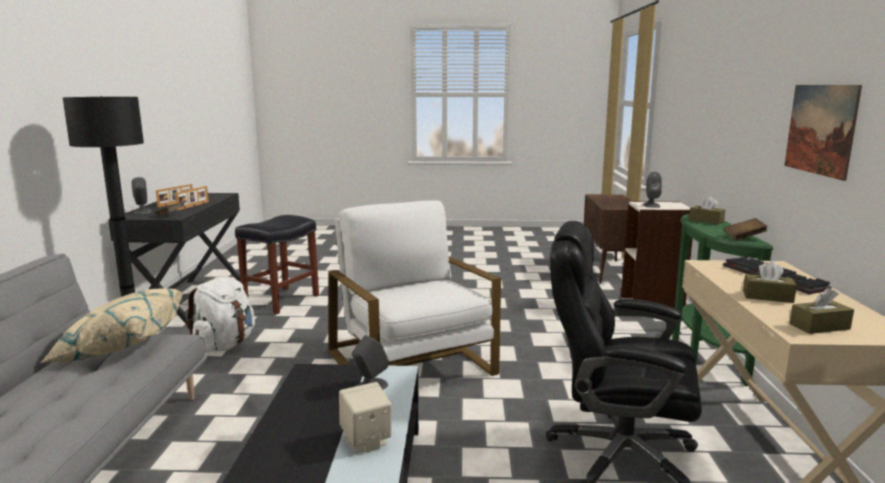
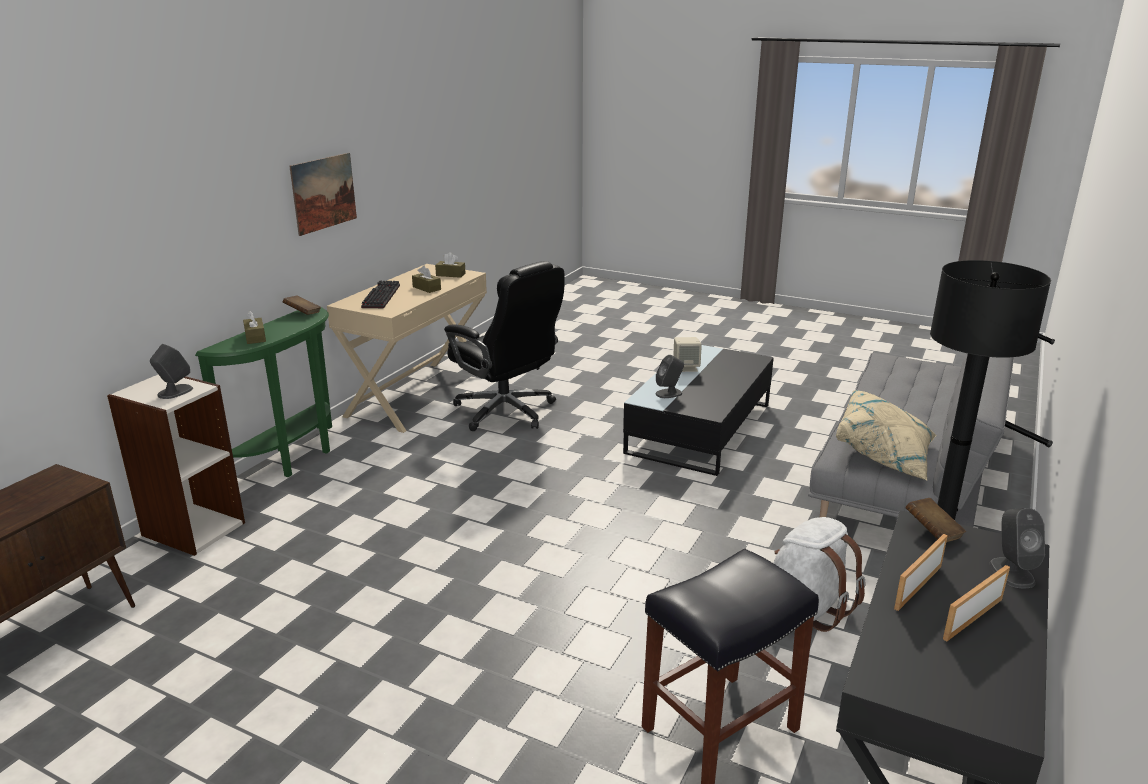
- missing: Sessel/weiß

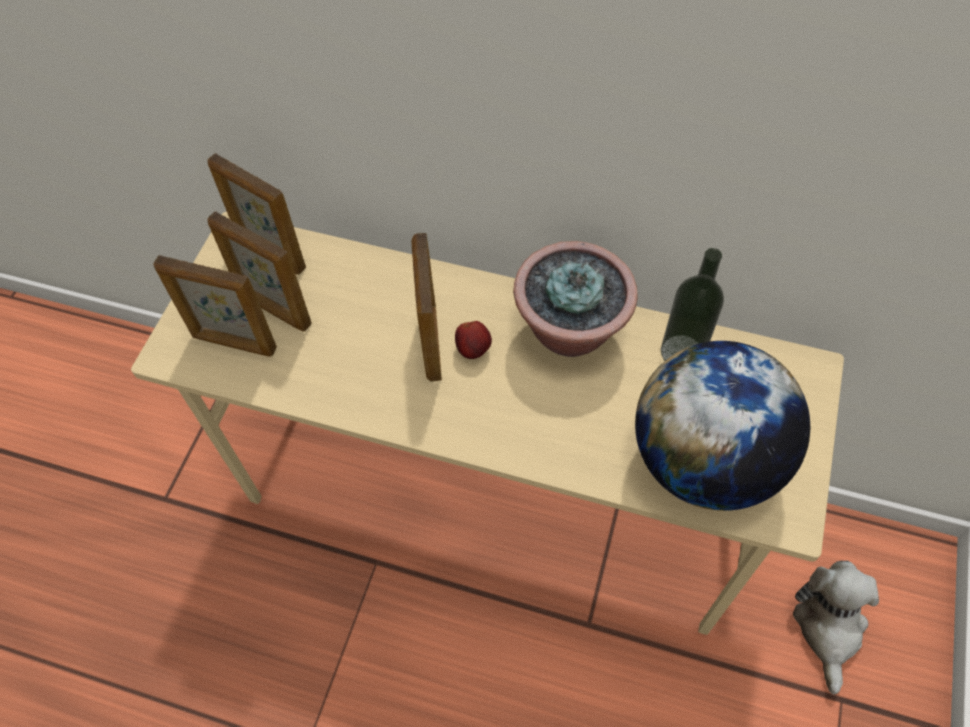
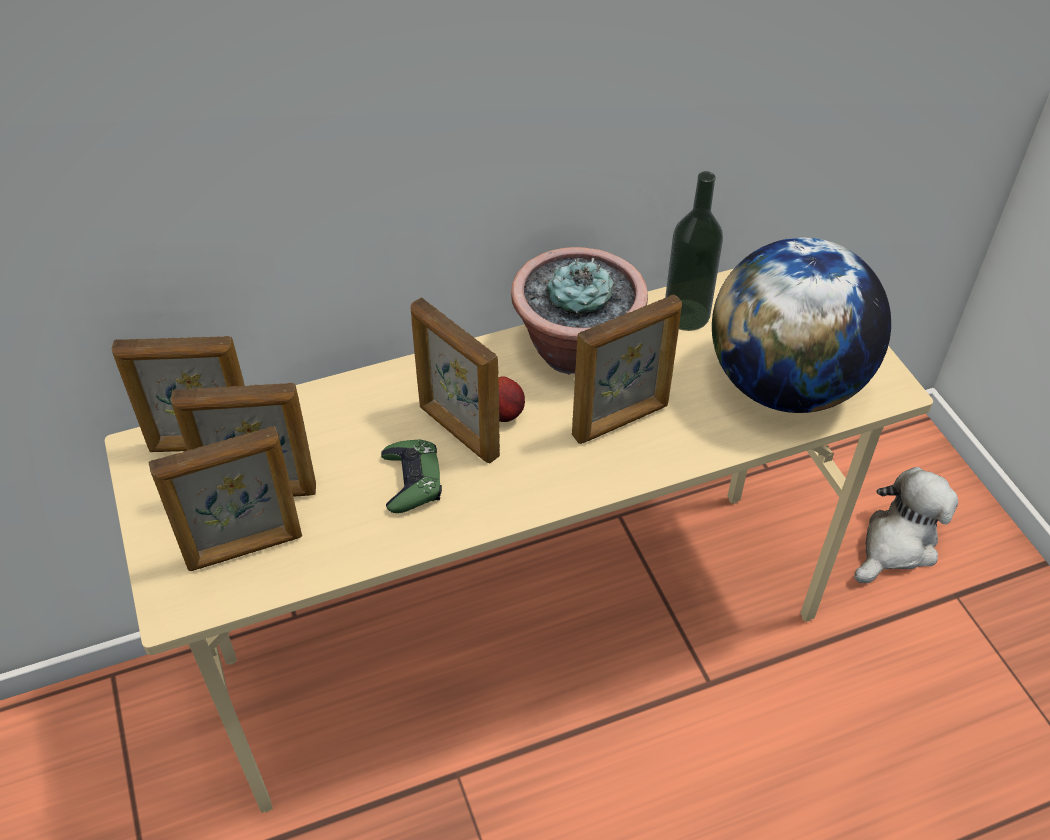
- spun: Plüschtier 75 degrees clockwise
- appeared: Bilderrahmen (no. 5 from left)
- appeared: Gamepad/grün

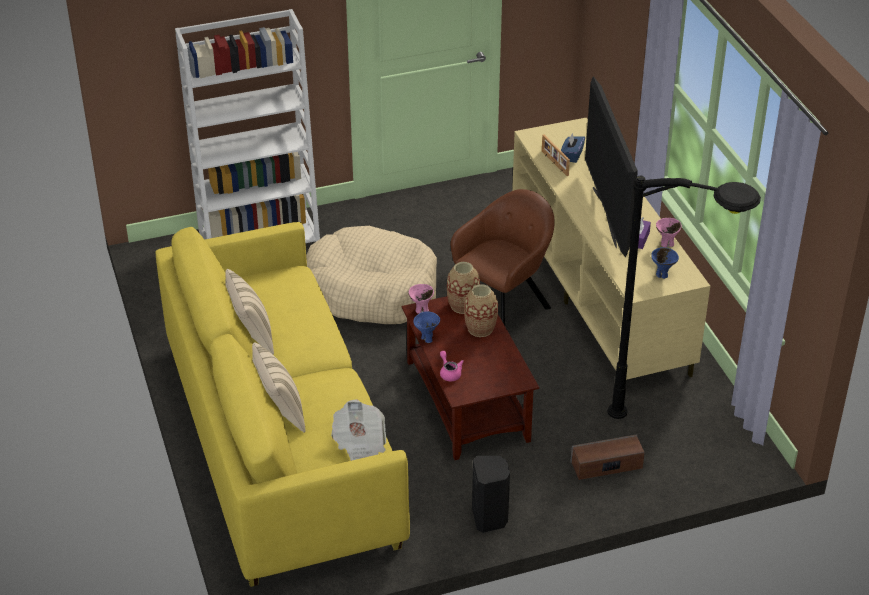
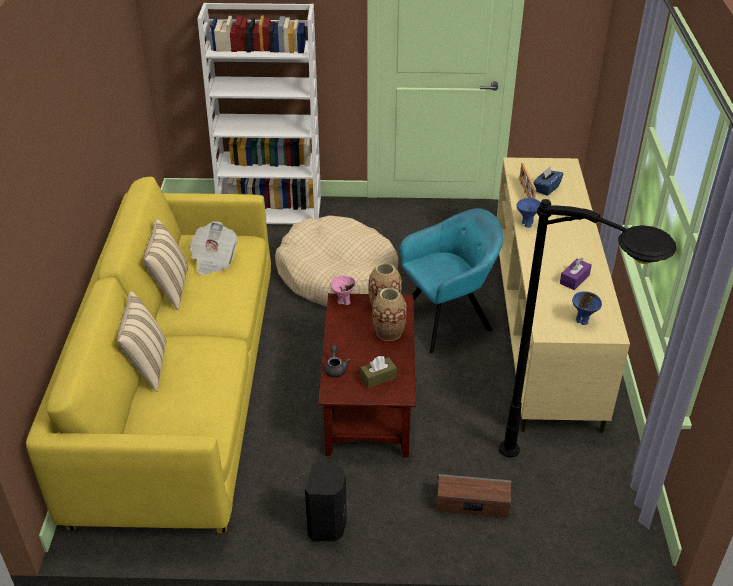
- missing: Fernseher
- colour: Sessel/braun to Sessel/türkis
- missing: Schüssel/rosa (no. 2 from left)
- relocated: Schüssel/blau (no. 1 from left)
- colour: Teekanne/rosa to Teekanne/grau
- relocated: Zeitung
- appeared: Taschentuchbox/braun

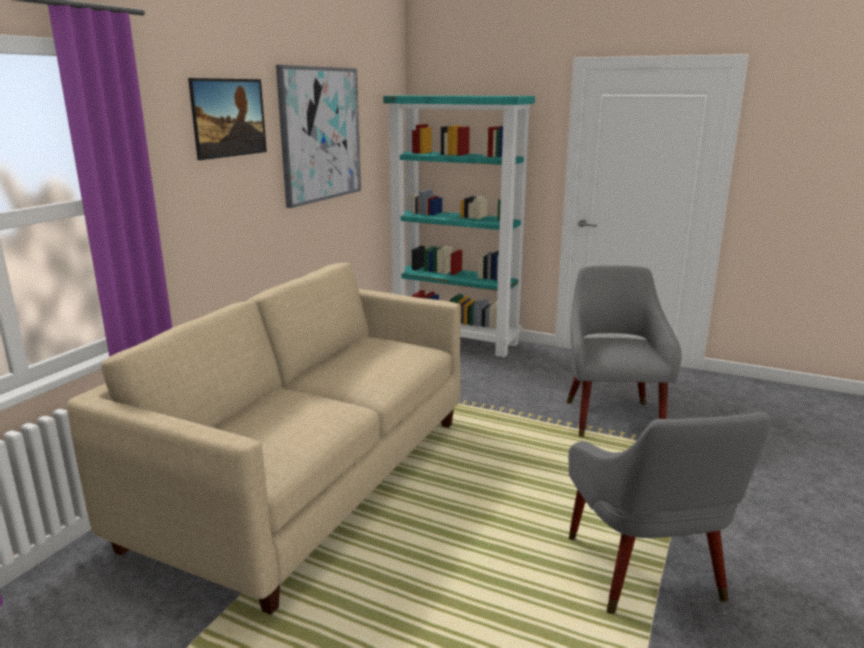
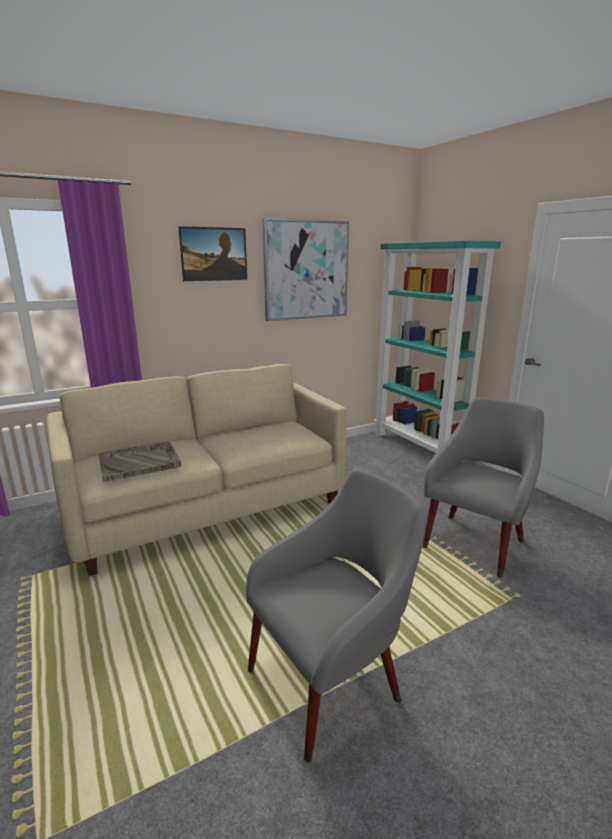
- spun: Sessel/grau (no. 2 from left in the first image) 150 degrees counterclockwise
- appeared: Tablett/grau

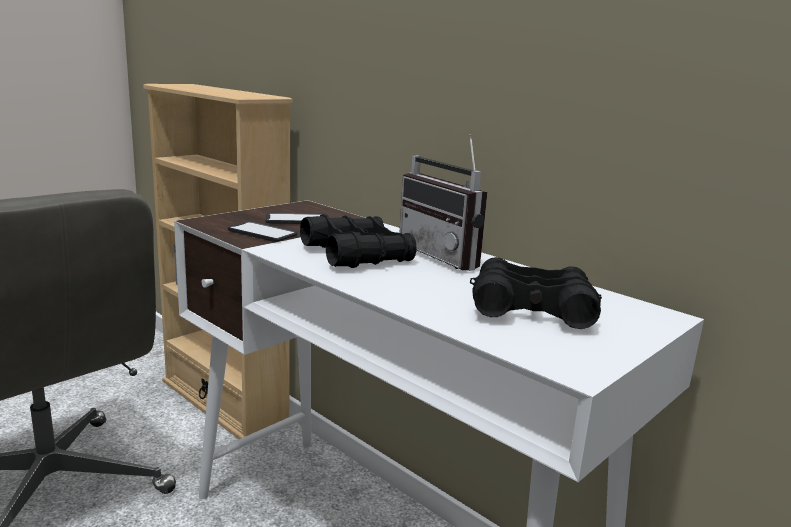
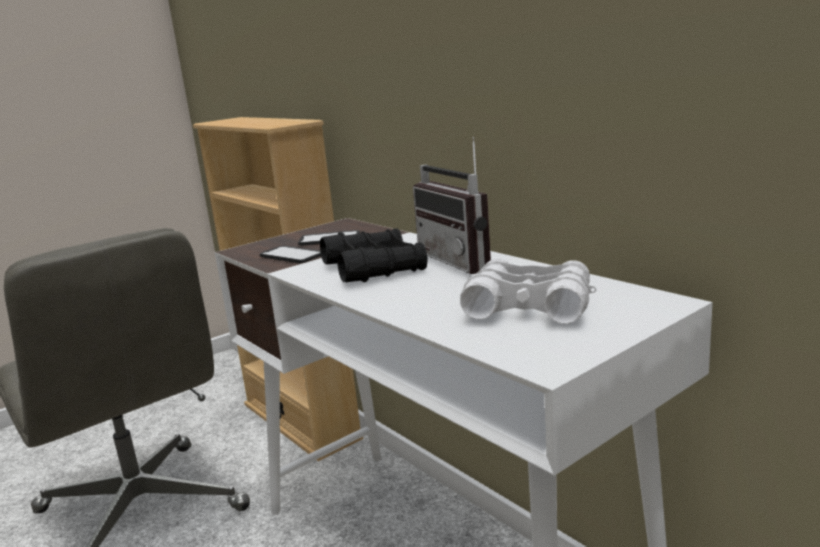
- colour: Fernglas/schwarz (no. 2 from left) to Fernglas/weiß

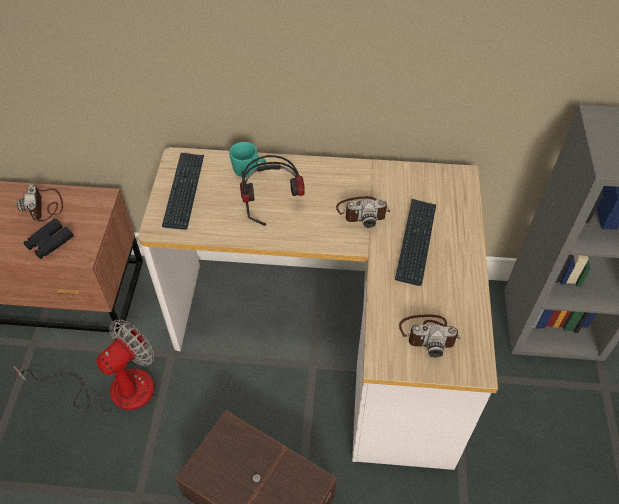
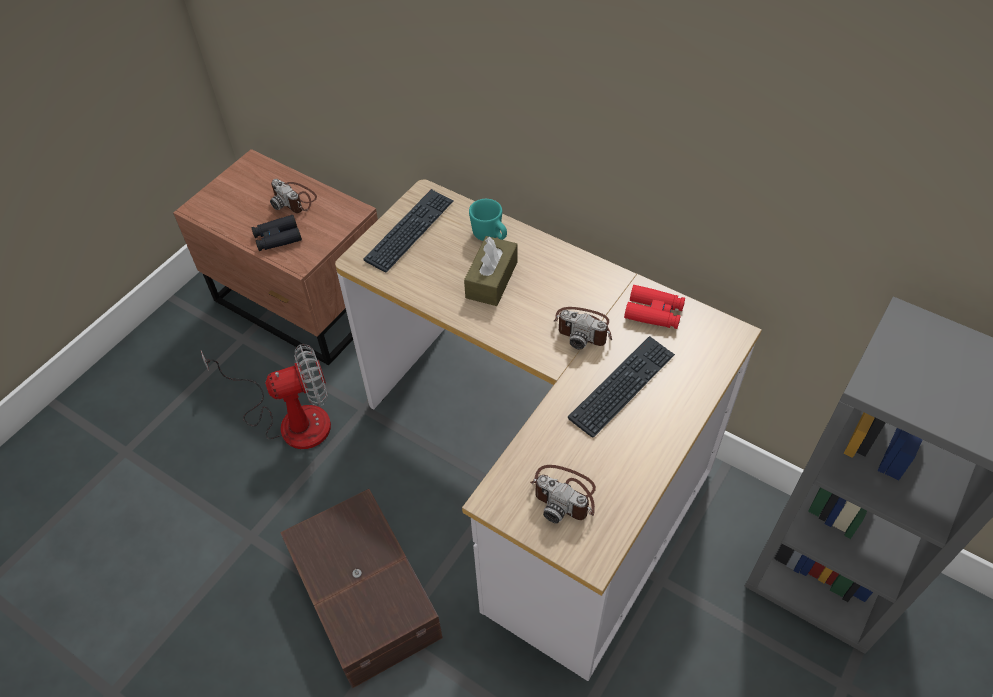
- exchanged: Kopfhörer to Taschentuchbox/braun
- spun: Kamera (no. 1 from left) 60 degrees counterclockwise
- appeared: Fernglas/rot

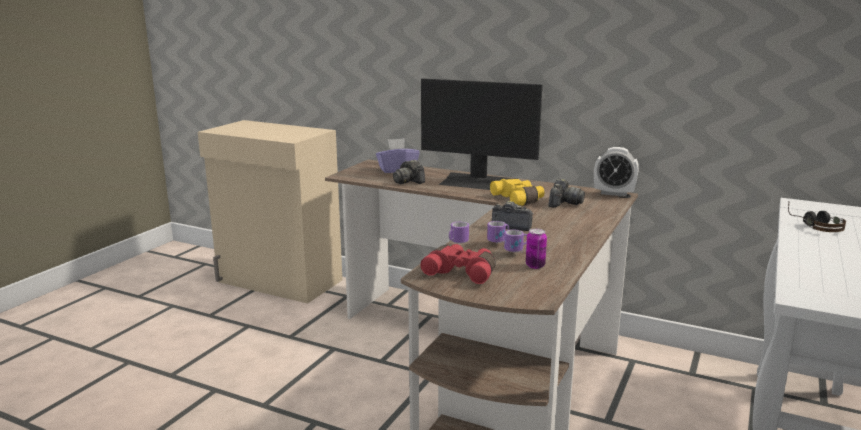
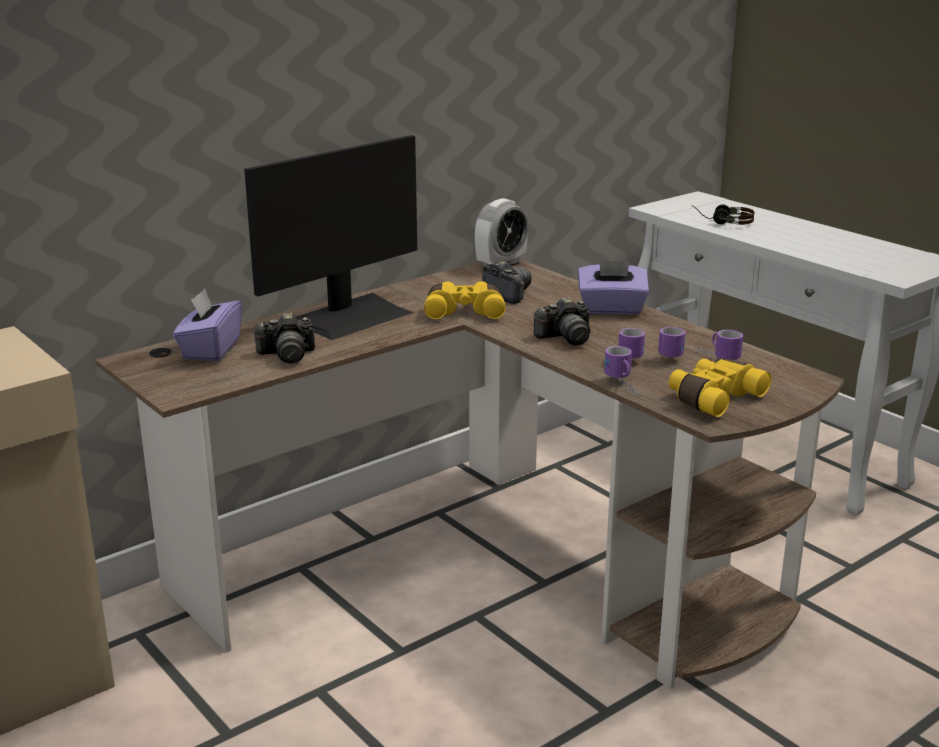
- spun: Kamera (no. 2 from left in the first image) 150 degrees counterclockwise
- exchanged: Dose to Henkelbecher (no. 4 from left)
- colour: Fernglas/rot to Fernglas/gelb (no. 2 from left)
- appeared: Taschentuchbox/lila (no. 2 from left)

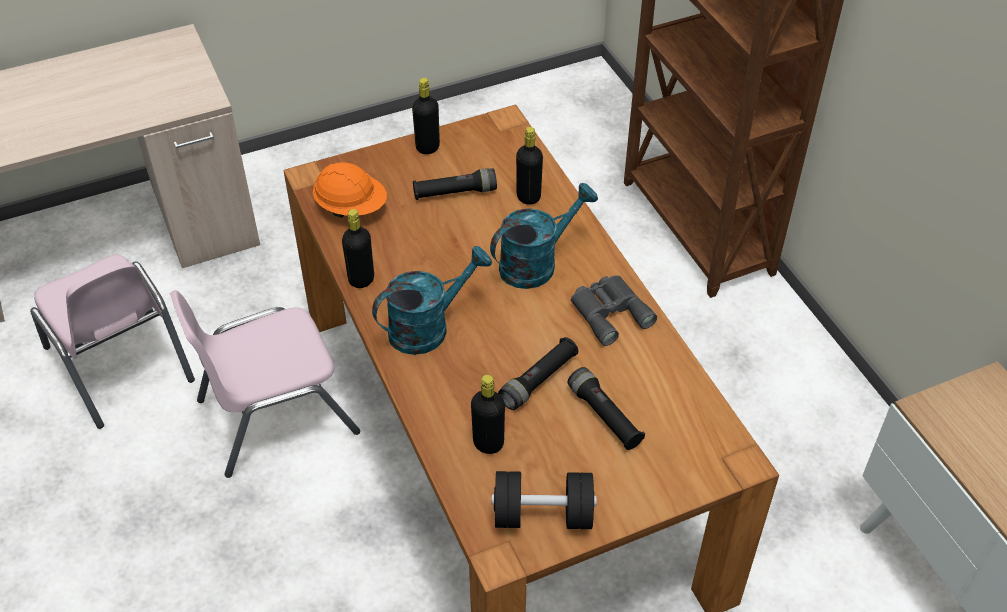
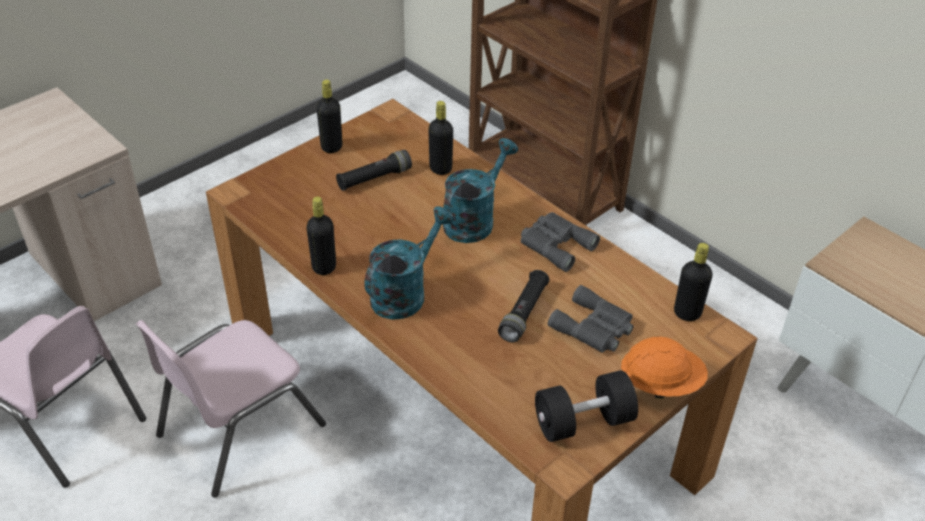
- relocated: Schutzhelm/orange
- exchanged: Taschenlampe/schwarz (no. 3 from left) to Fernglas/grau (no. 2 from left)
- relocated: Flasche/schwarz (no. 3 from left in the first image) to Flasche/schwarz (no. 4 from left)

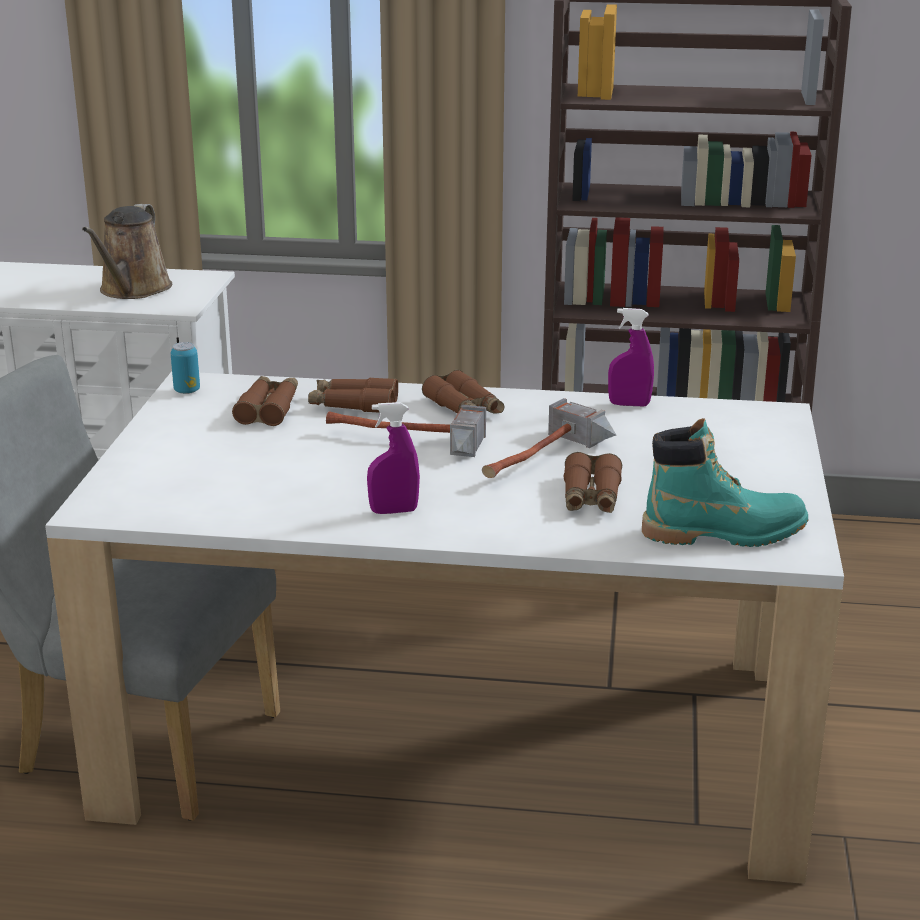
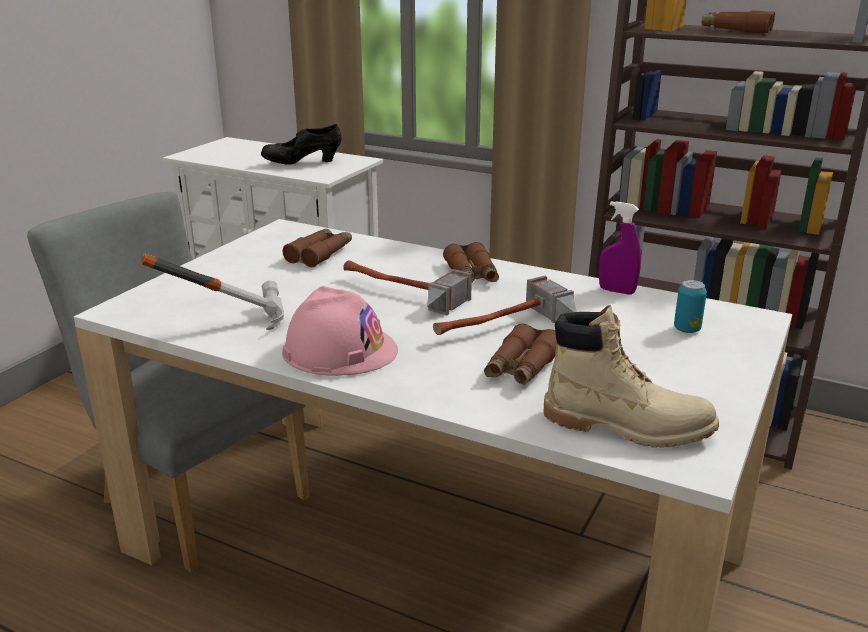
- exchanged: Gießkanne/braun to Schuh/schwarz
- relocated: Dose
- relocated: Fernglas/braun (no. 2 from left in the first image) to Fernglas/braun (no. 4 from left)
- exchanged: Sprühflasche/lila (no. 1 from left) to Schutzhelm/rosa
- colour: Stiefel/türkis to Stiefel/beige
- appeared: Hammer (no. 1 from left)

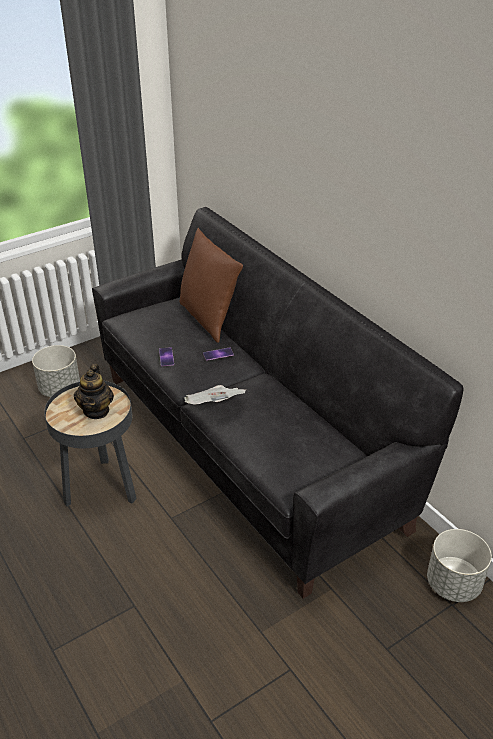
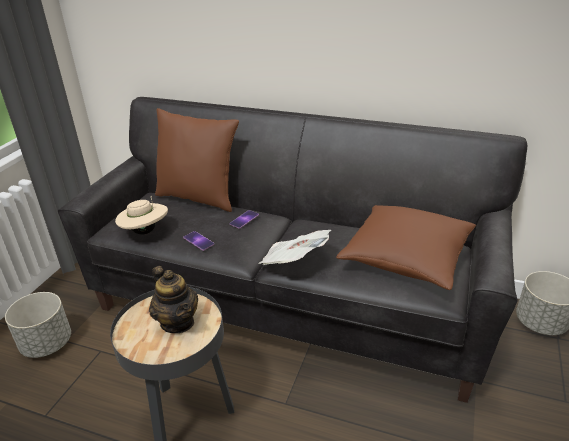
- appeared: Hut/beige
- appeared: Kissen/braun (no. 2 from left)

